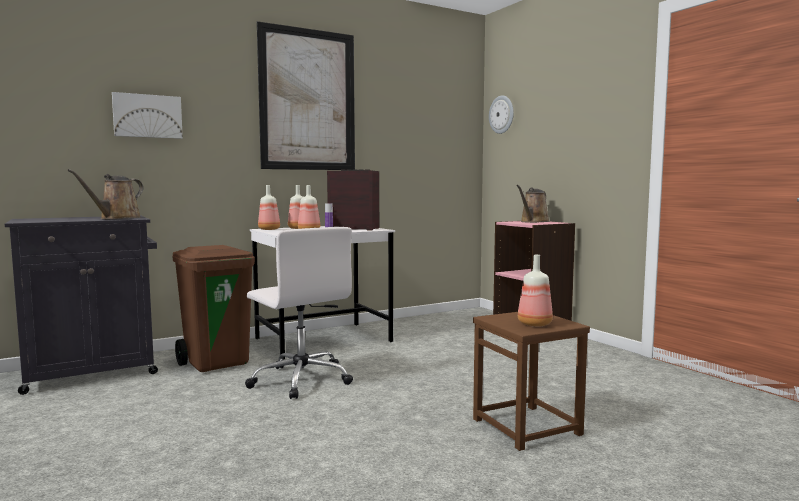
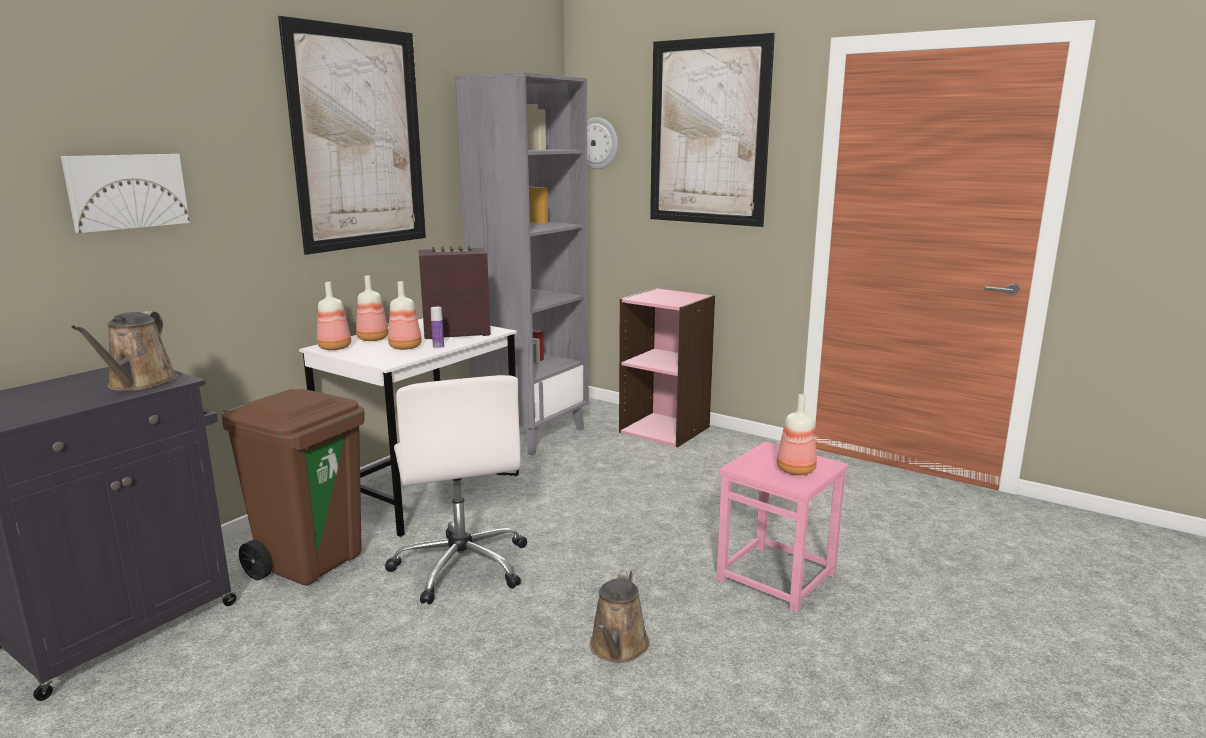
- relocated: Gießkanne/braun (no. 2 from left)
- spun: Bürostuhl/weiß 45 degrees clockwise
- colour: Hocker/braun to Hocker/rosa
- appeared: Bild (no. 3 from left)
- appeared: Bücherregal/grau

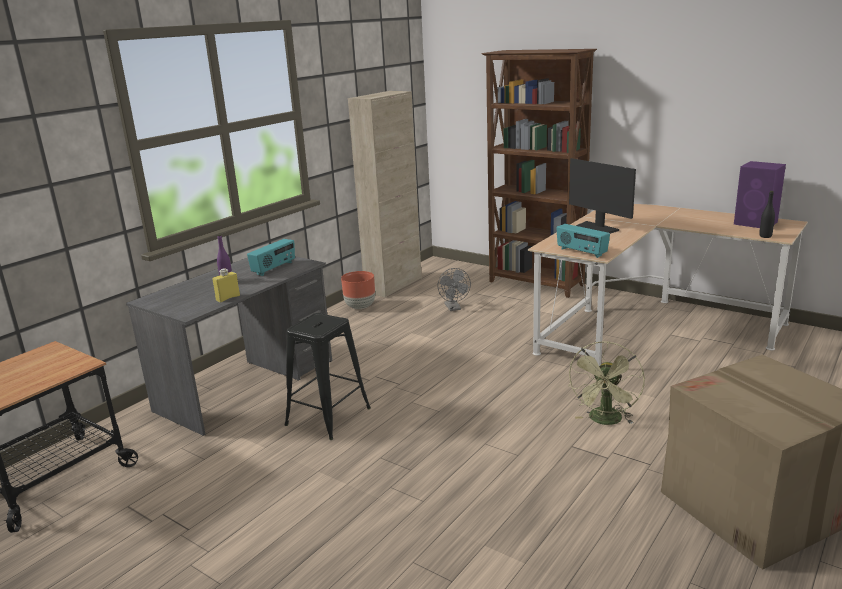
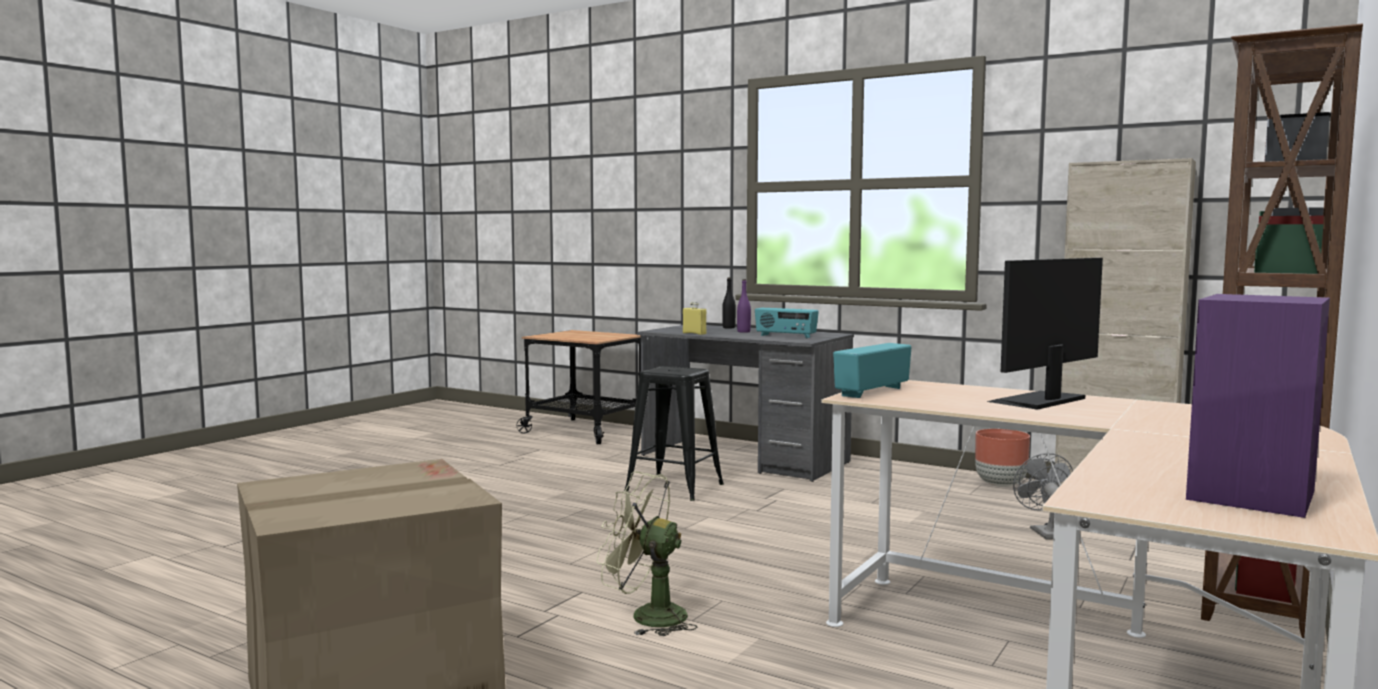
- relocated: Flasche/schwarz
- spun: Ventilator/grau 105 degrees clockwise

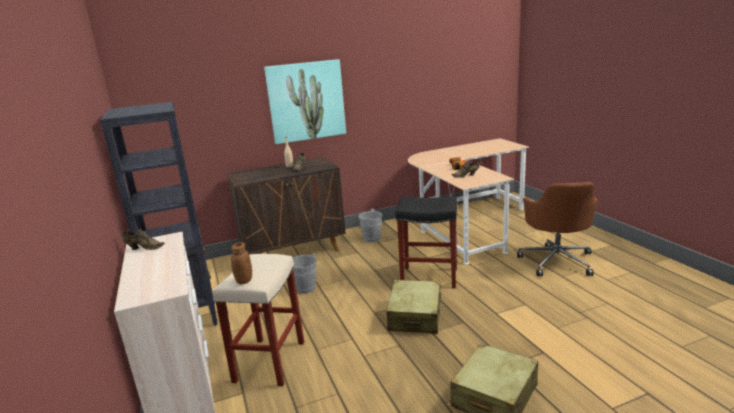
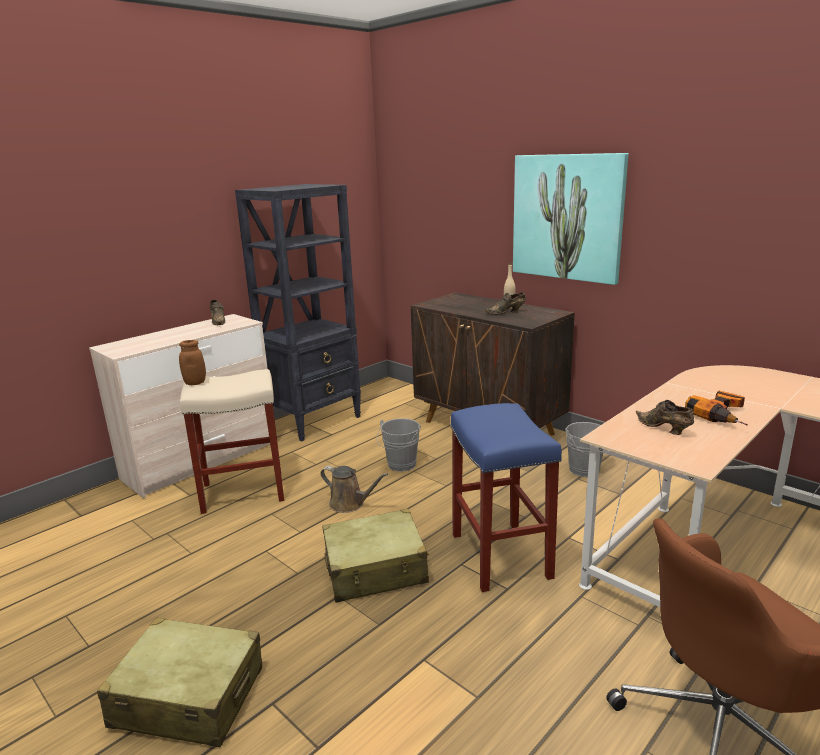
- colour: Hocker/schwarz to Hocker/blau
- appeared: Gießkanne/braun

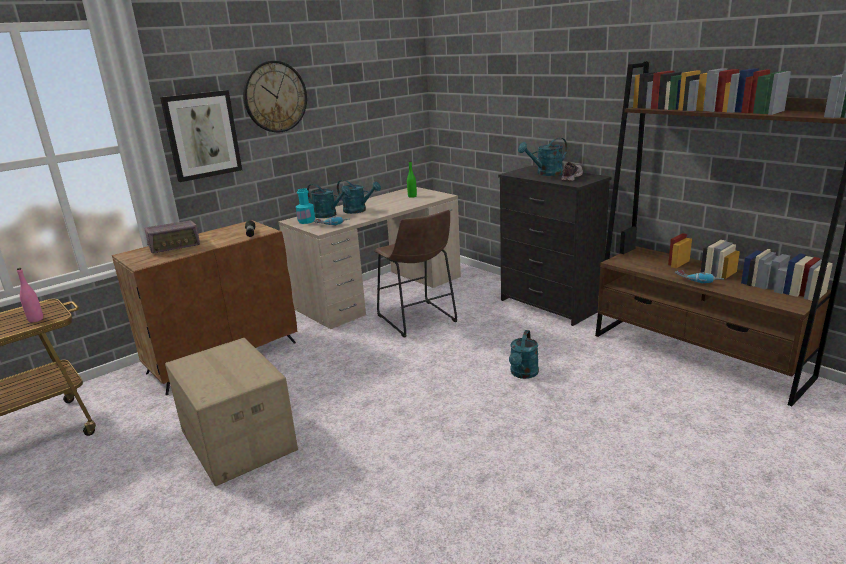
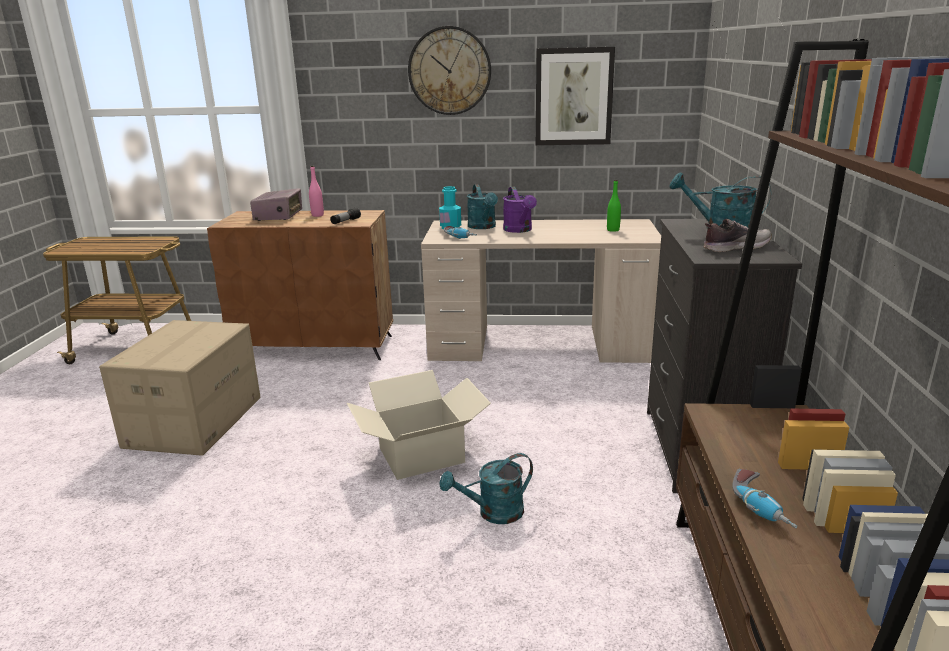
- relocated: Bild
- colour: Gießkanne/türkis (no. 2 from left) to Gießkanne/lila
- missing: Hocker/braun
- spun: Radio 105 degrees counterclockwise
- relocated: Flasche/rosa
- appeared: Karton (no. 2 from left)

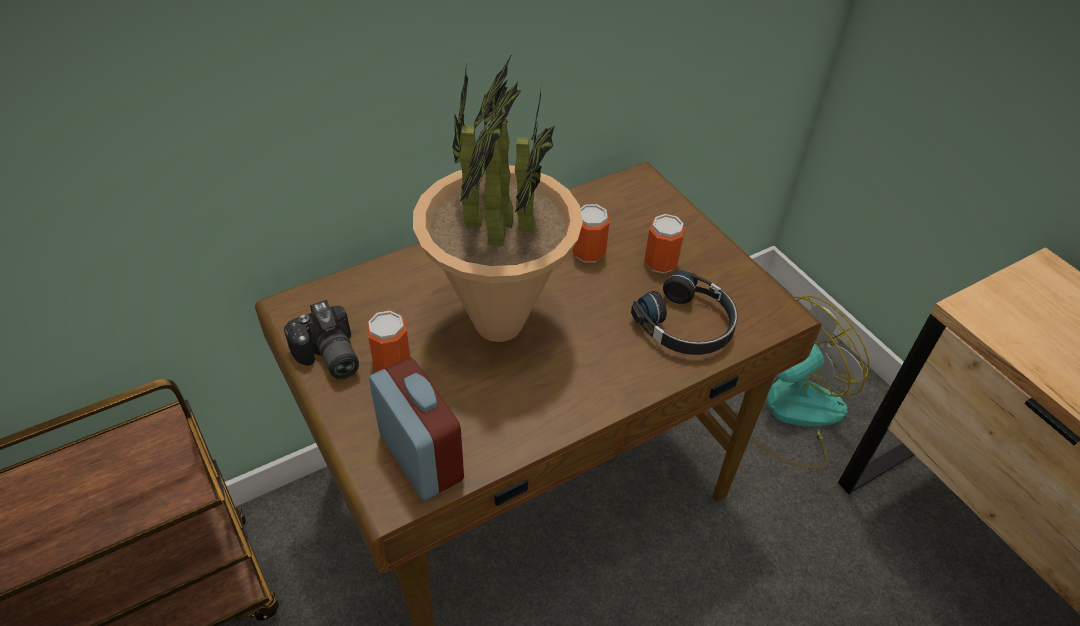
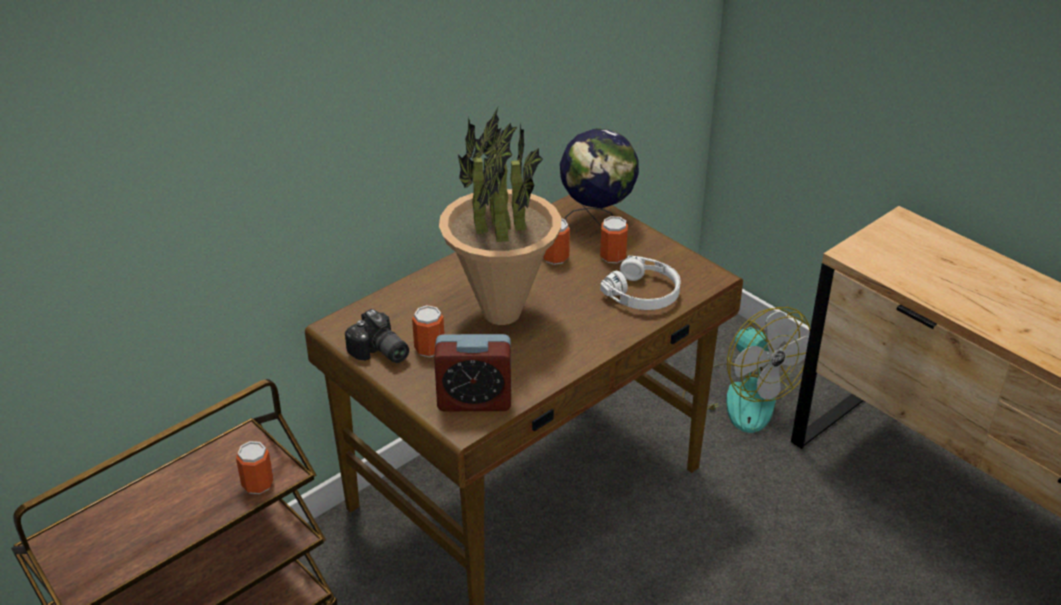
- colour: Kopfhörer/schwarz to Kopfhörer/weiß
- spun: Ventilator 105 degrees clockwise
- spun: Wecker 135 degrees clockwise
- appeared: Globus
- appeared: Dose (no. 1 from left)

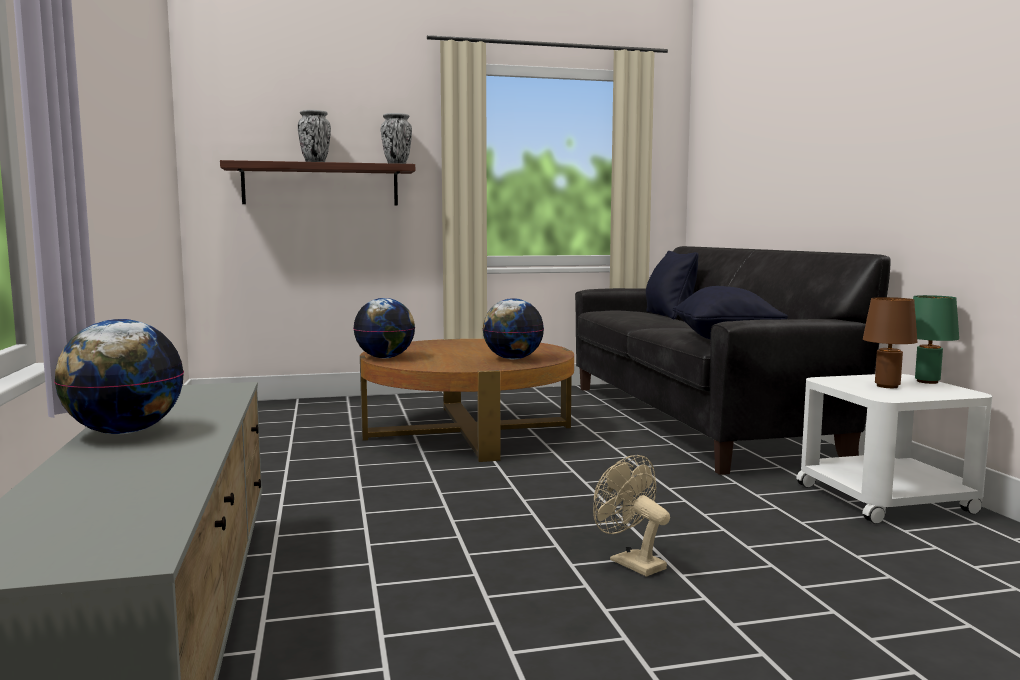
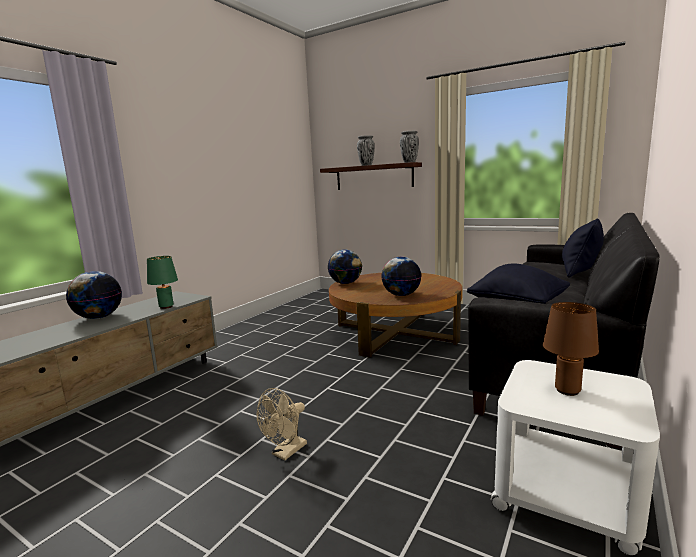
- relocated: Tischlampe/grün
- spun: Ventilator/beige 150 degrees counterclockwise

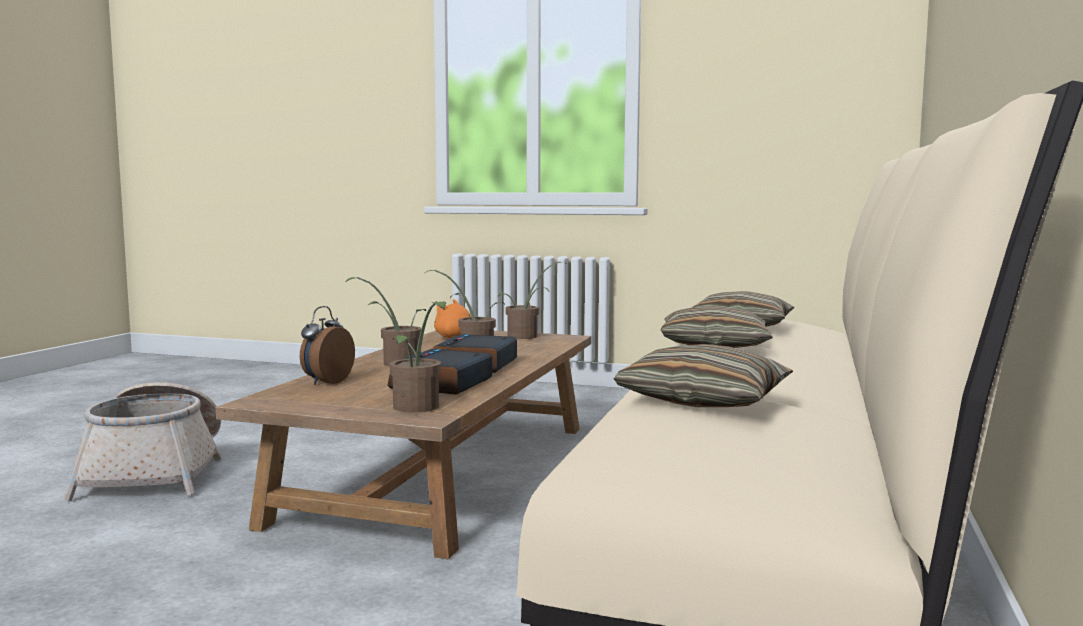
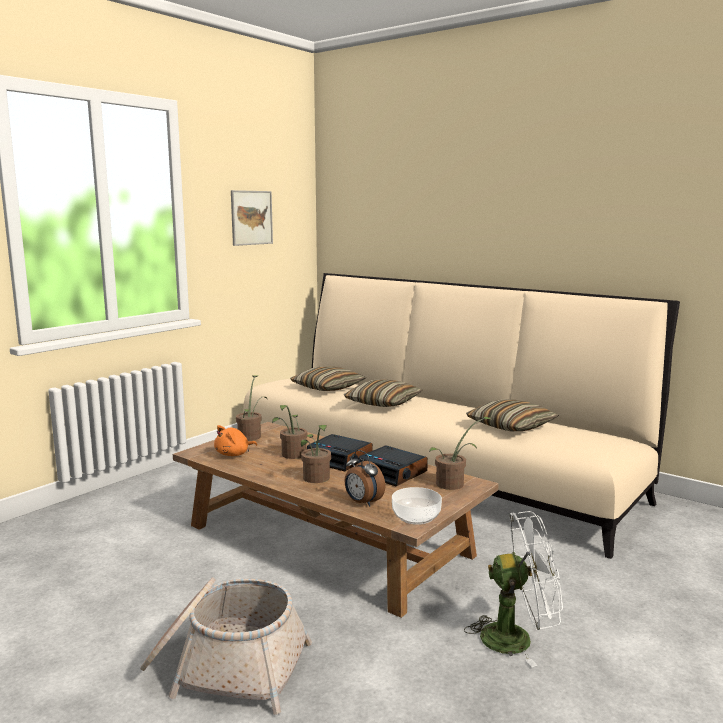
- appeared: Bild
- appeared: Schüssel
- appeared: Ventilator/weiß

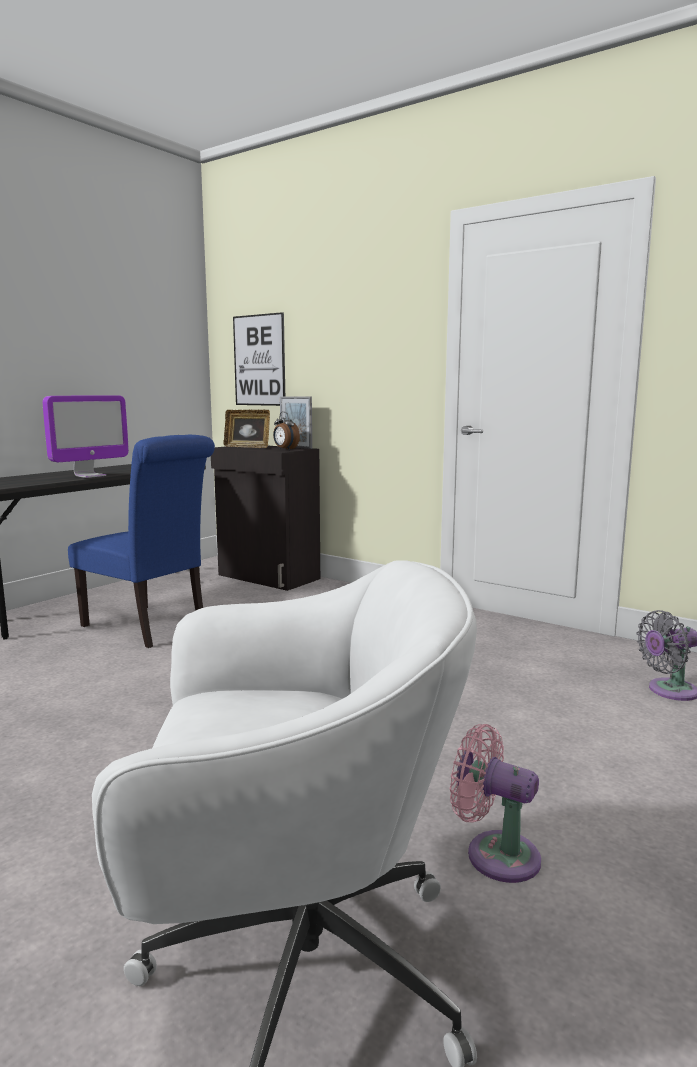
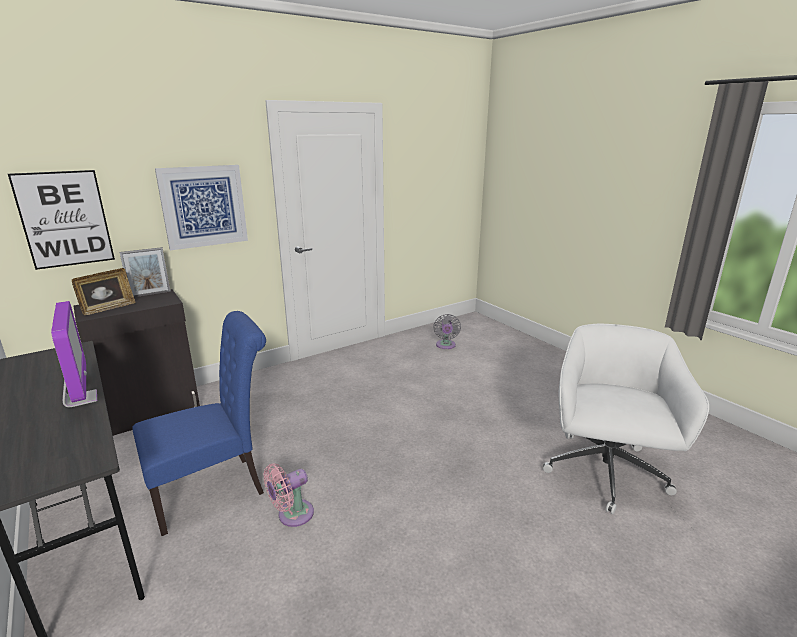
- missing: Wecker
- relocated: Ventilator/rosa
- appeared: Bild (no. 2 from left)

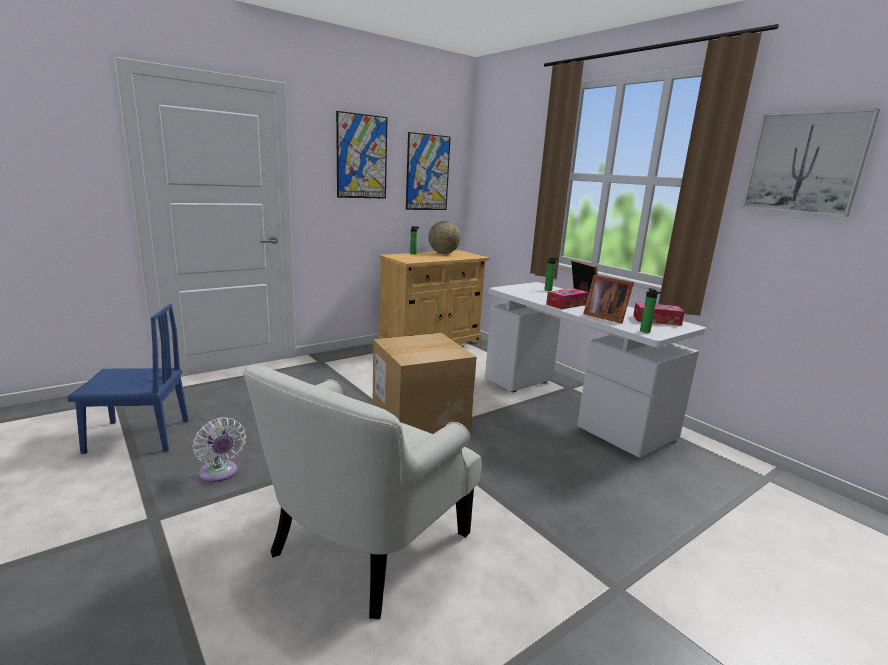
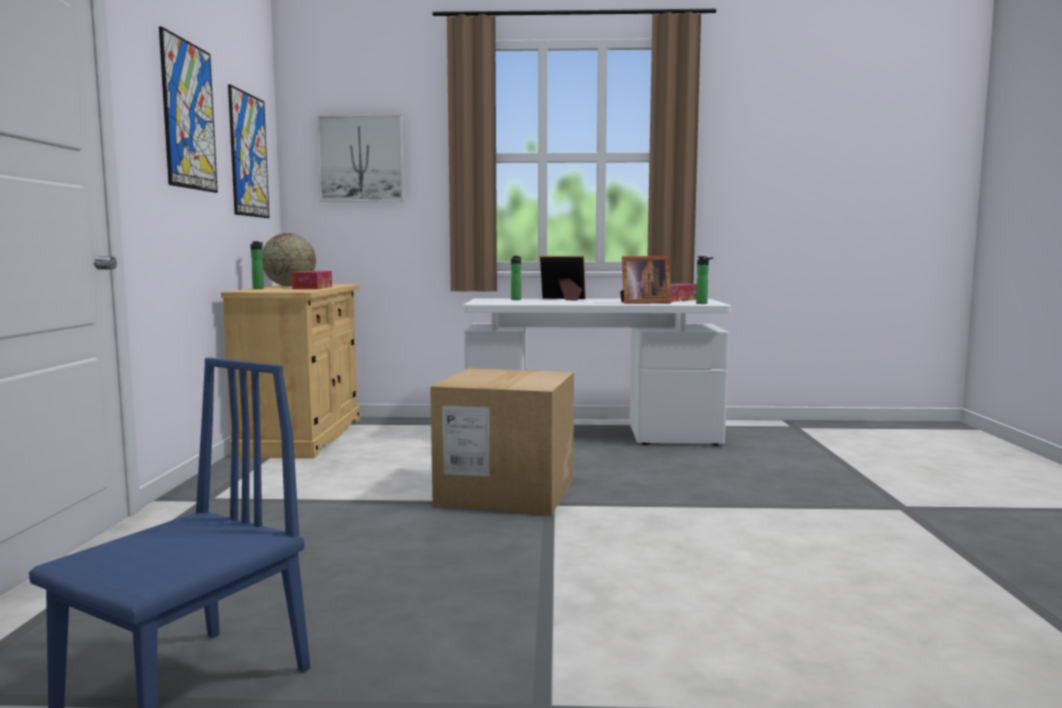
- relocated: Bild (no. 3 from left)
- relocated: Taschentuchbox (no. 1 from left)
- missing: Sessel/weiß
- missing: Ventilator/weiß

